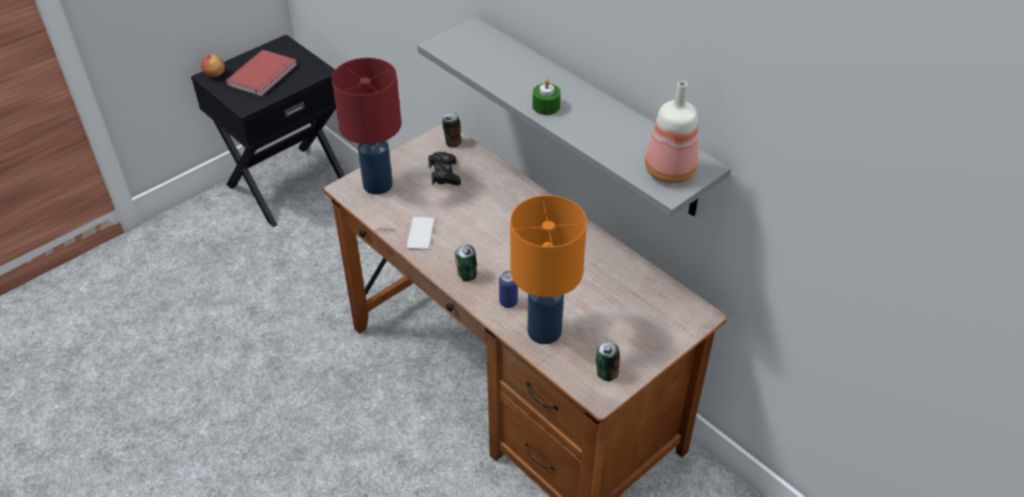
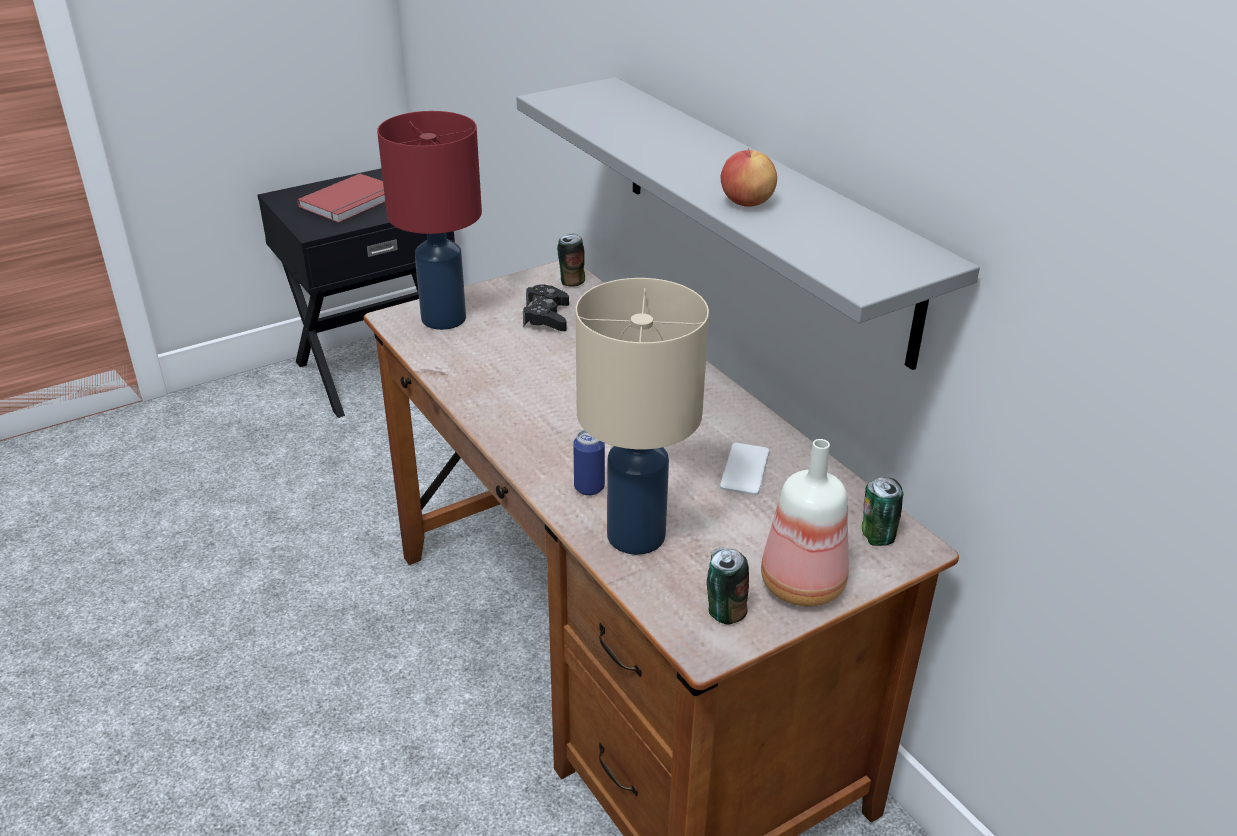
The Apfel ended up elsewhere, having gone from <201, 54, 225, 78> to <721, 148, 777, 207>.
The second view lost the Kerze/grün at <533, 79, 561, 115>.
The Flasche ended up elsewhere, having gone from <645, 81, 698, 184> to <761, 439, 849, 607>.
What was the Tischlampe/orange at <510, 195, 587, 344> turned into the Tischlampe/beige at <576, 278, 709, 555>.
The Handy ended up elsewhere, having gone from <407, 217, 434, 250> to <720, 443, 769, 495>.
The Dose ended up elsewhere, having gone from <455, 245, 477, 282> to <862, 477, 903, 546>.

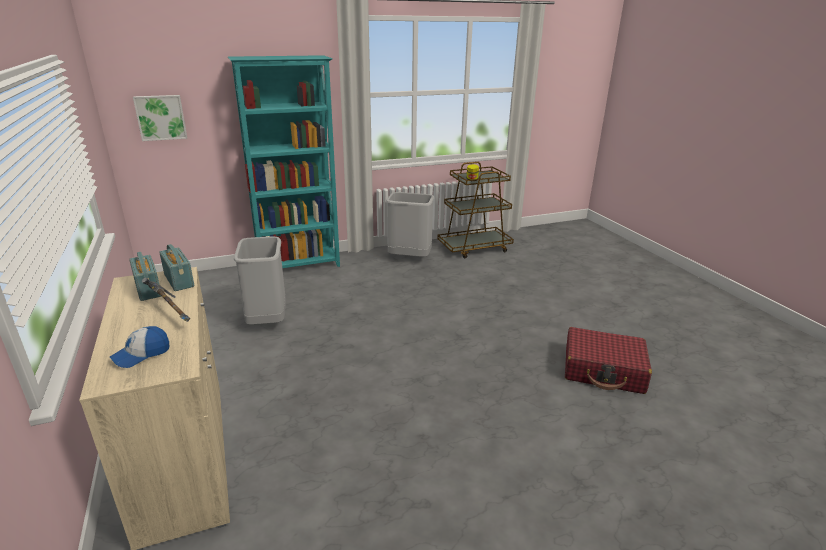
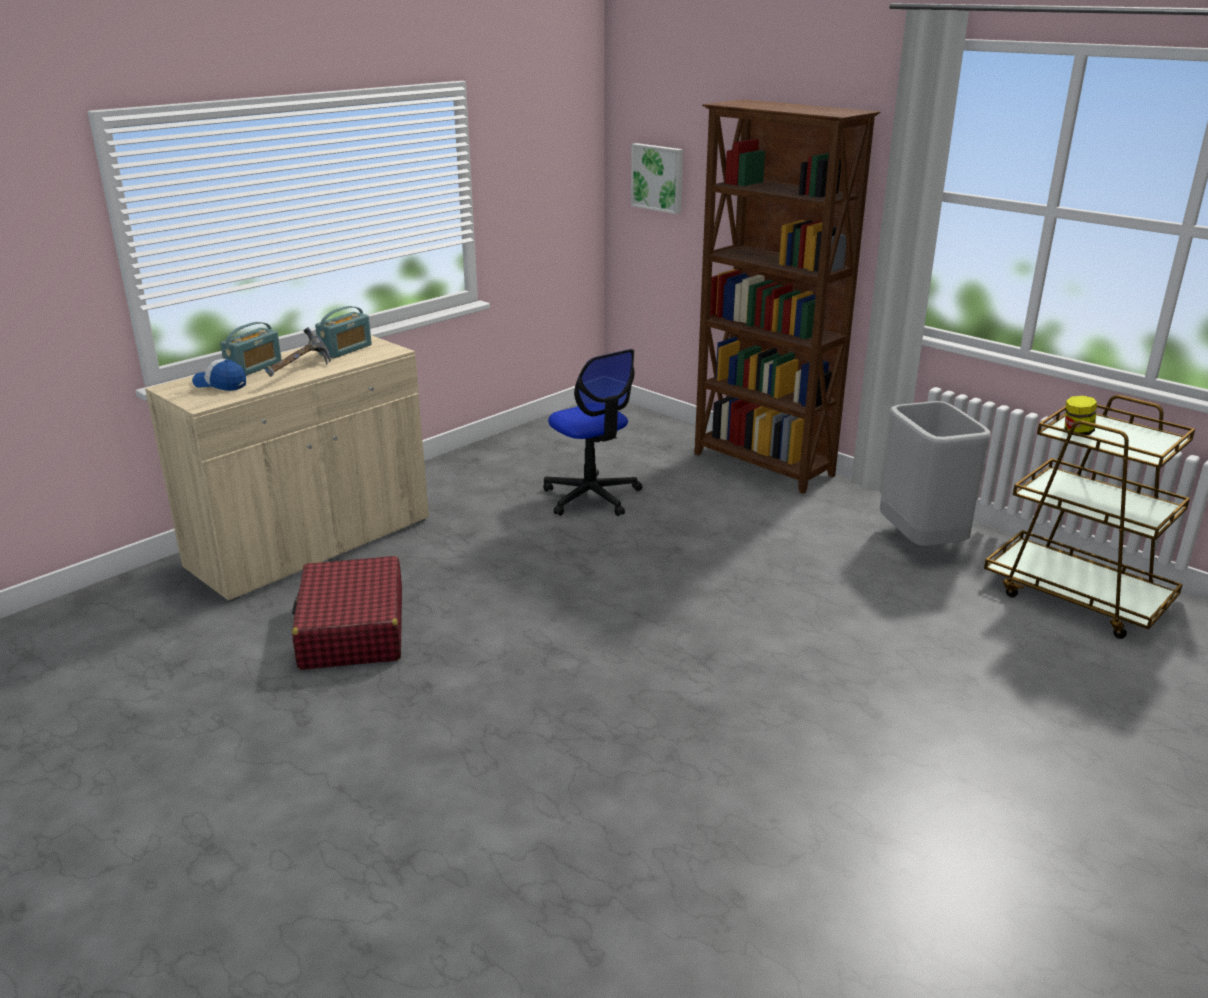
What was the Bücherregal/türkis at <228, 55, 340, 268> turned into the Bücherregal/braun at <694, 99, 880, 494>.
Where the Mülleimer/grau stood at <234, 236, 286, 325>, the Bürostuhl came to stand at <543, 349, 643, 516>.
The Radio ended up elsewhere, having gone from <159, 244, 194, 291> to <220, 322, 282, 376>.
The Koffer/rot ended up elsewhere, having gone from <565, 327, 652, 394> to <292, 556, 402, 670>.

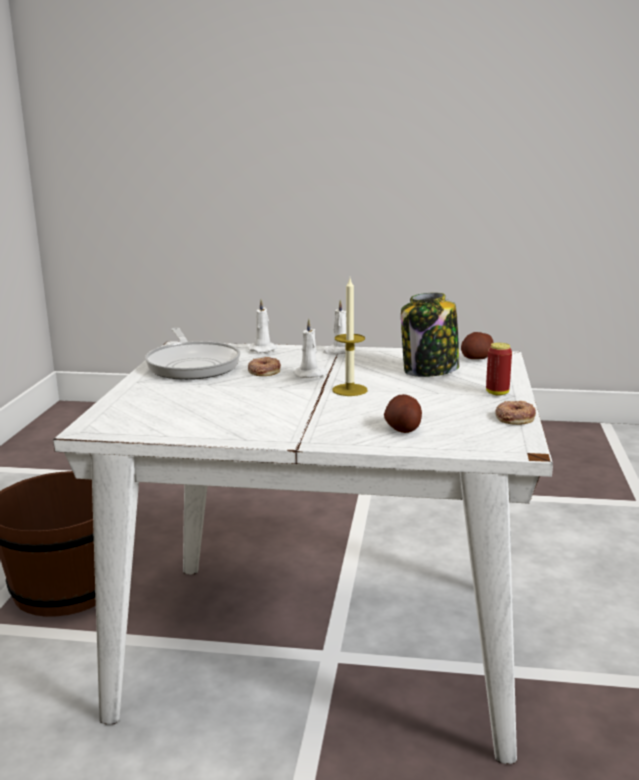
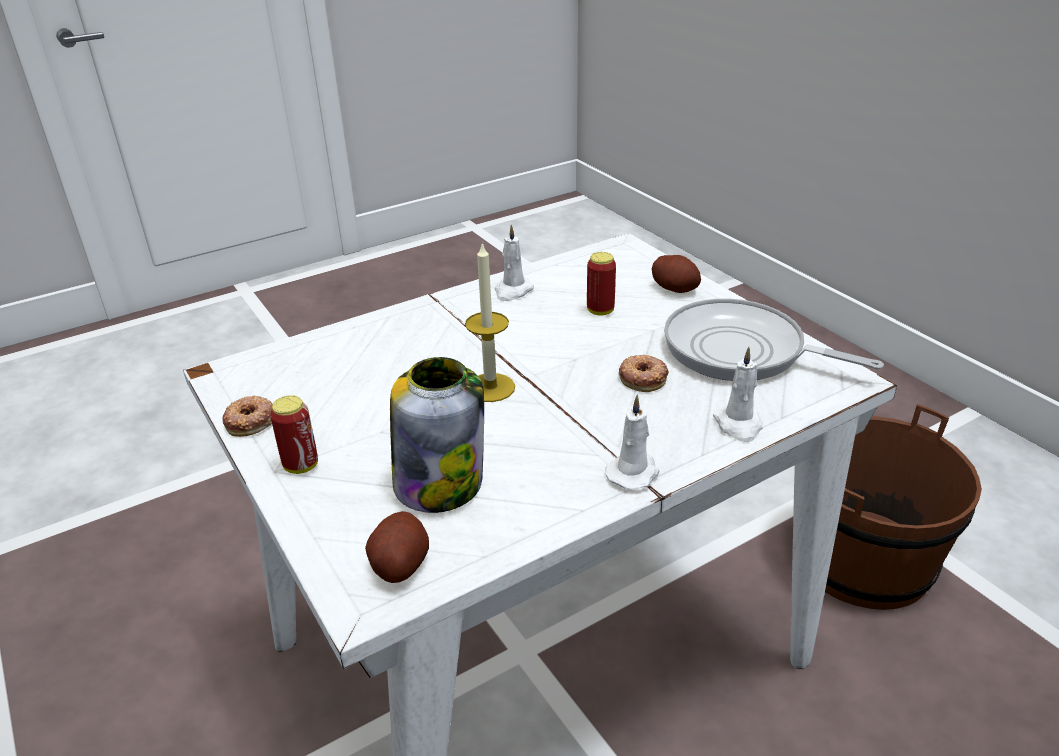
The Kerze/weiß ended up elsewhere, having gone from <293, 319, 328, 378> to <495, 224, 534, 301>.
The Kartoffel ended up elsewhere, having gone from <384, 394, 422, 433> to <652, 255, 701, 293>.
The second view gained the Dose at <587, 252, 616, 315>.

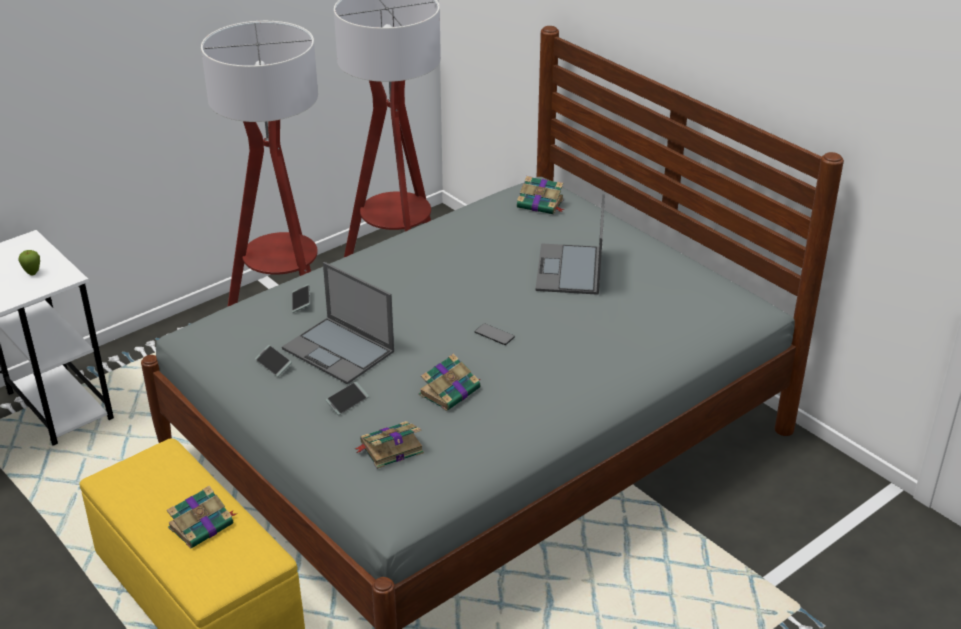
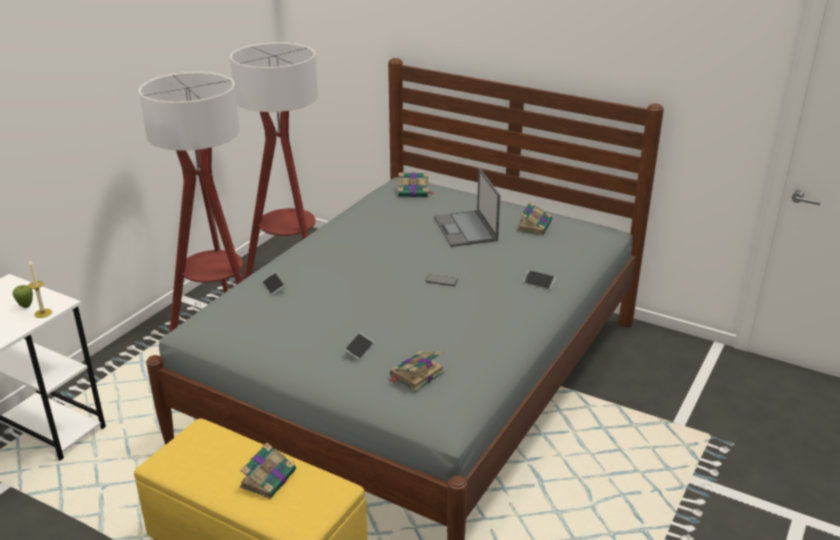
The second view lost the Laptop at <282, 262, 394, 384>.
The Handy ended up elsewhere, having gone from <255, 345, 292, 377> to <523, 270, 557, 290>.
The Buch ended up elsewhere, having gone from <419, 353, 480, 411> to <517, 202, 552, 235>.
The second view gained the Kerze at <28, 259, 52, 318>.

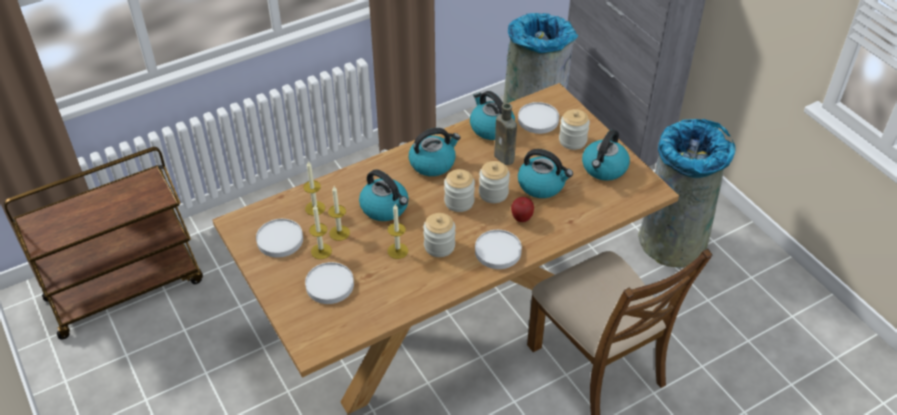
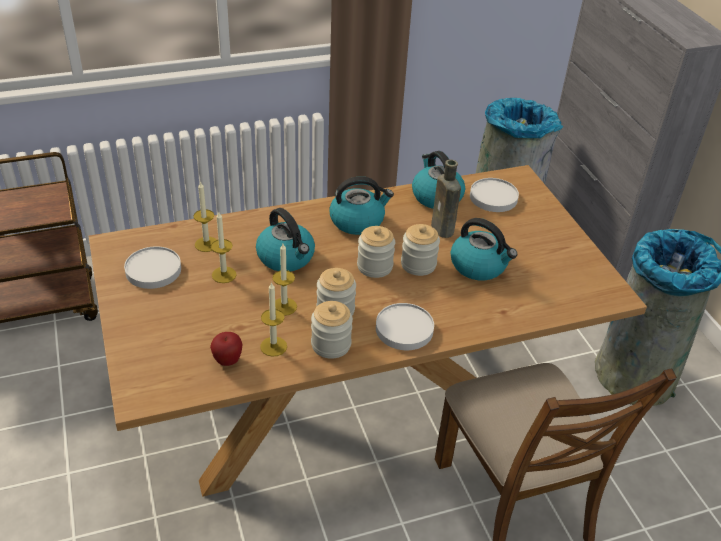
The Vorratsglas ended up elsewhere, having gone from <559, 109, 590, 150> to <311, 301, 353, 359>.
The second view lost the Wasserkessel at <582, 129, 630, 181>.
The Apfel ended up elsewhere, having gone from <511, 197, 534, 222> to <210, 332, 242, 366>.
The Kerze ended up elsewhere, having gone from <309, 205, 332, 259> to <260, 282, 287, 357>.
The second view lost the Teller/weiß at <305, 262, 354, 304>.

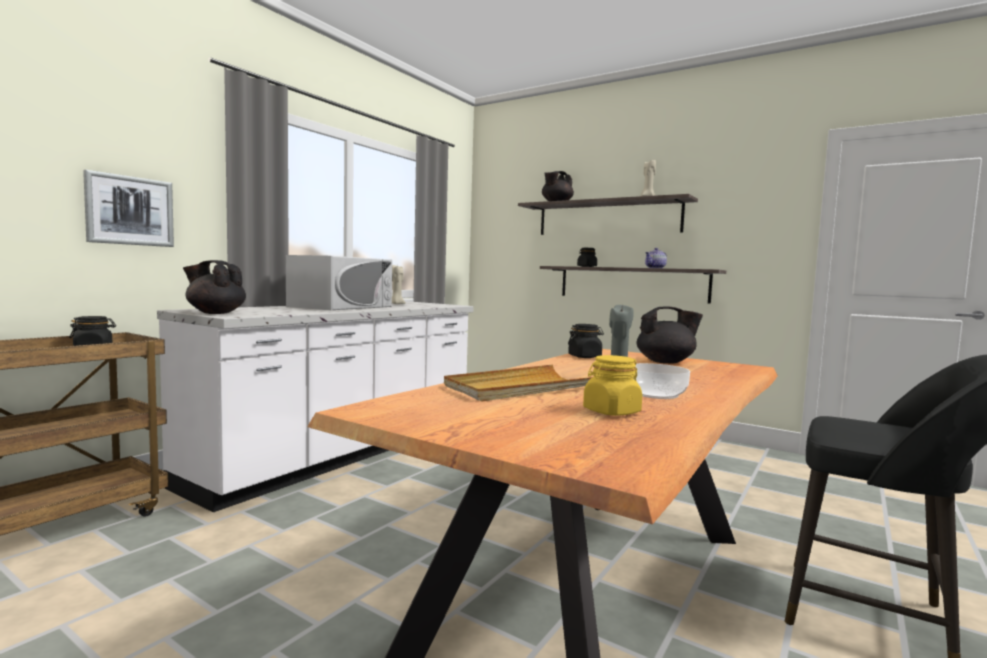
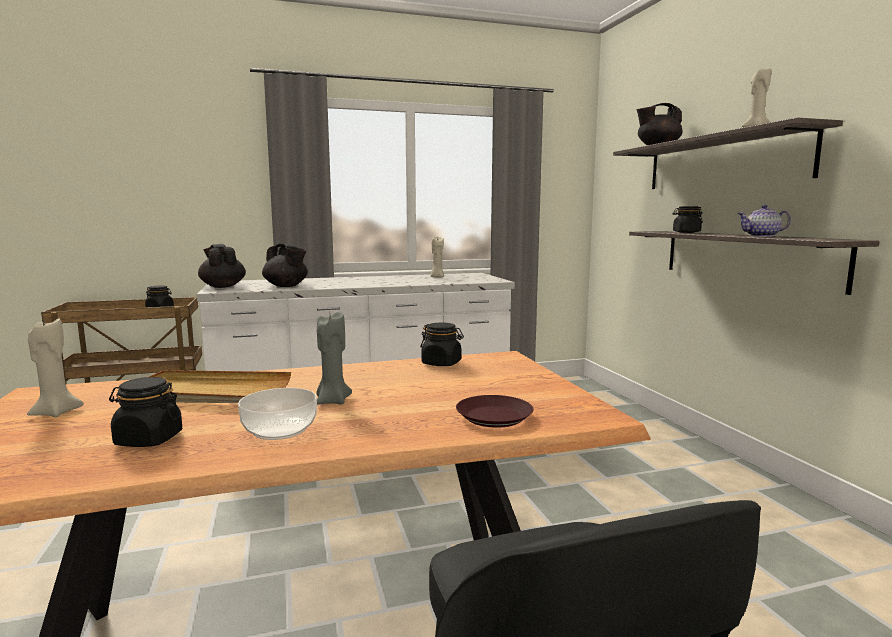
The second view lost the Bild at <83, 170, 174, 247>.
The second view lost the Mikrowelle/weiß at <286, 255, 392, 310>.
The Teekanne/schwarz ended up elsewhere, having gone from <637, 306, 703, 364> to <262, 244, 308, 287>.
What was the Vorratsglas/gelb at <583, 355, 642, 416> turned into the Vorratsglas/schwarz at <109, 377, 182, 447>.
The second view gained the Kerze/beige at <27, 318, 84, 417>.
The second view gained the Teller/braun at <456, 395, 534, 428>.

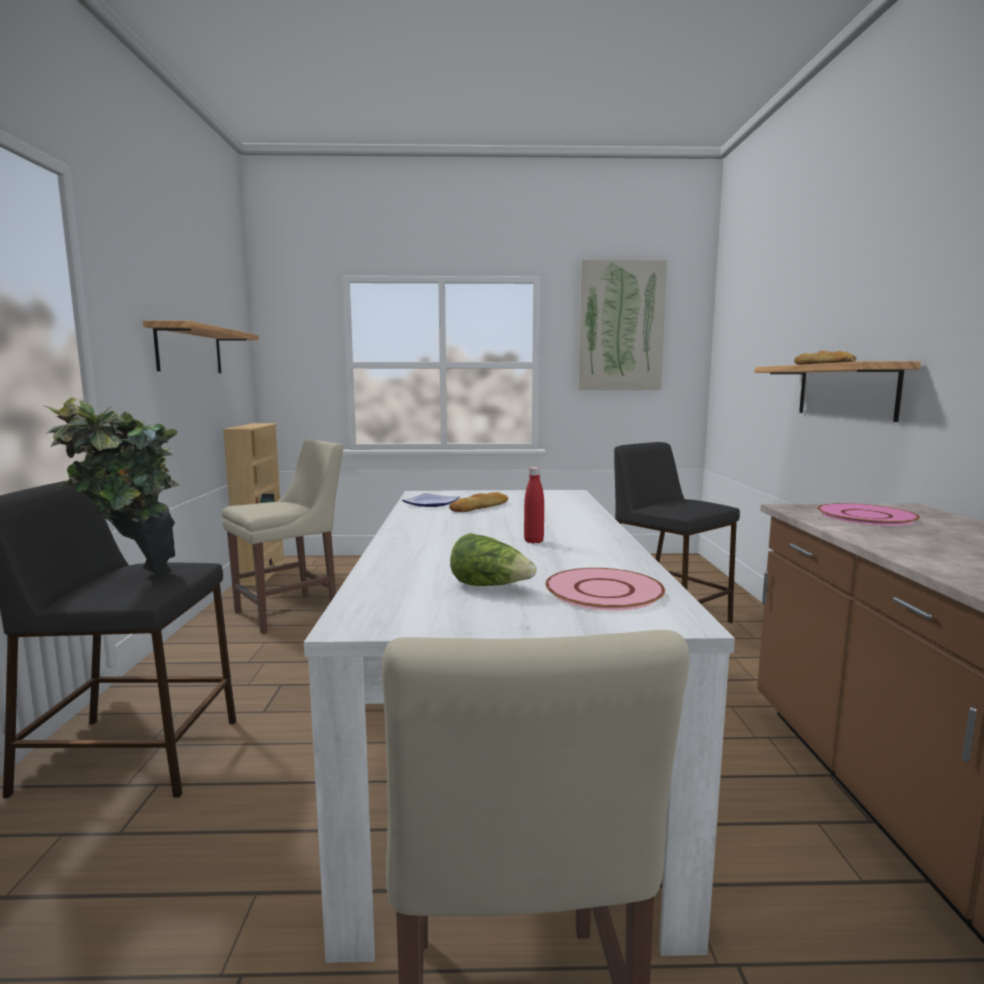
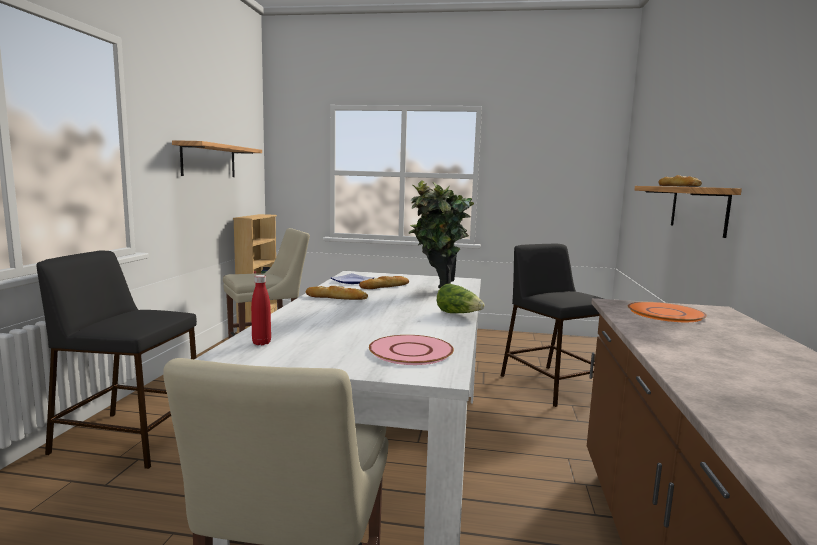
The second view lost the Bild at <578, 260, 667, 390>.
The Topfpflanze ended up elsewhere, having gone from <43, 398, 179, 575> to <408, 180, 474, 288>.
The Flasche/rot ended up elsewhere, having gone from <524, 467, 544, 543> to <251, 275, 271, 345>.
What was the Teller/rosa at <817, 503, 920, 525> turned into the Teller/orange at <628, 302, 707, 322>.
The Salatkopf ended up elsewhere, having gone from <450, 533, 537, 586> to <437, 283, 485, 313>.
The second view gained the Brot at <306, 286, 368, 300>.

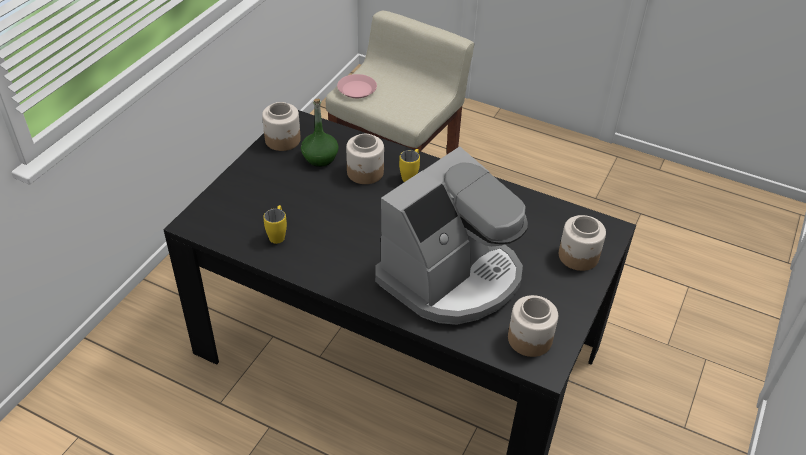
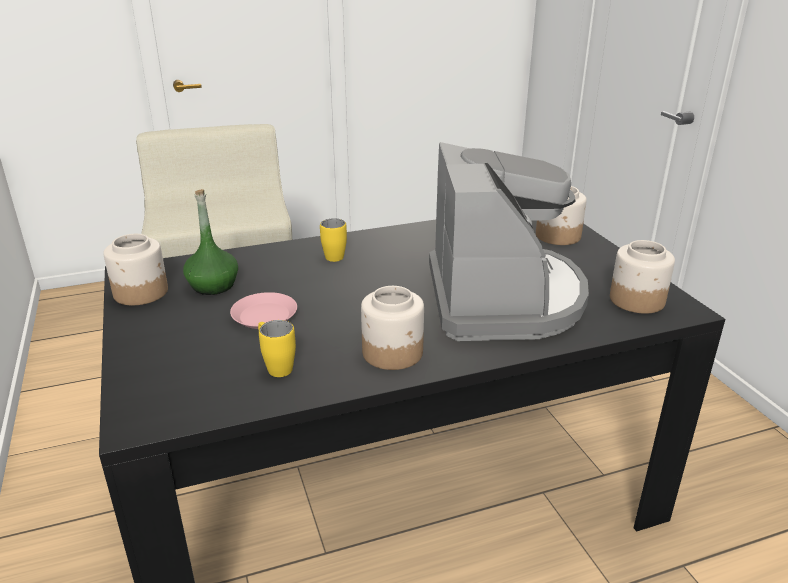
The Teller/rosa ended up elsewhere, having gone from <337, 74, 377, 98> to <230, 292, 297, 329>.
The Vorratsglas ended up elsewhere, having gone from <346, 134, 384, 184> to <361, 286, 424, 370>.

